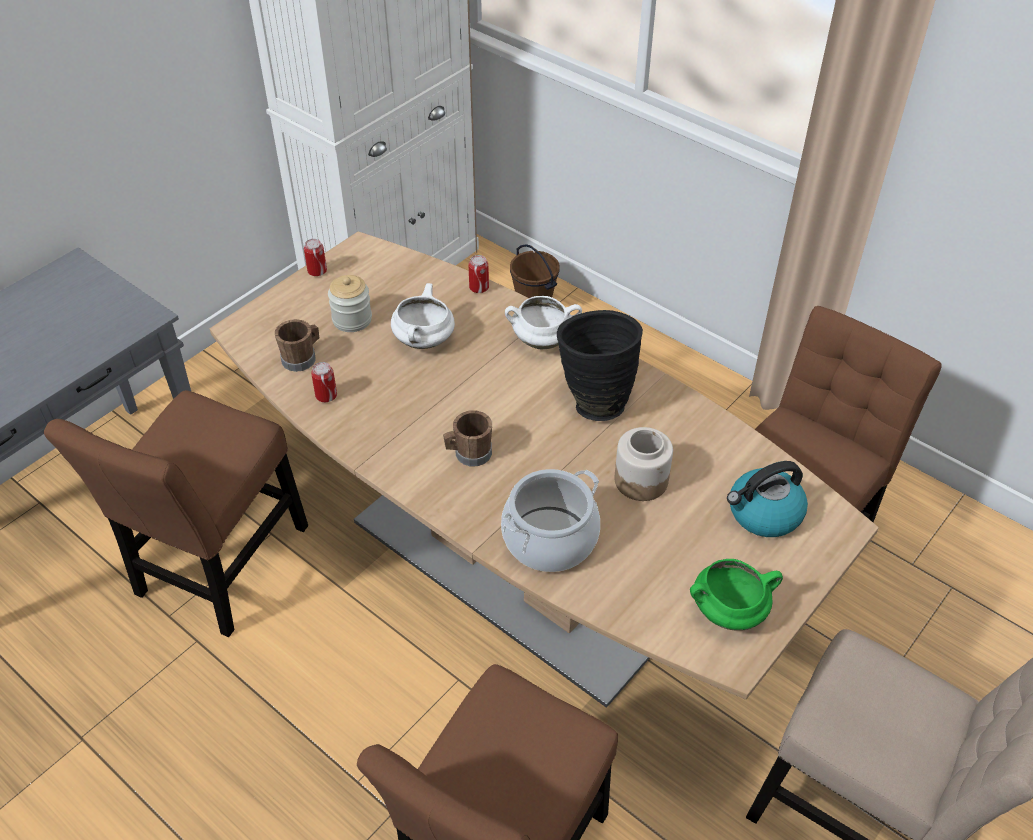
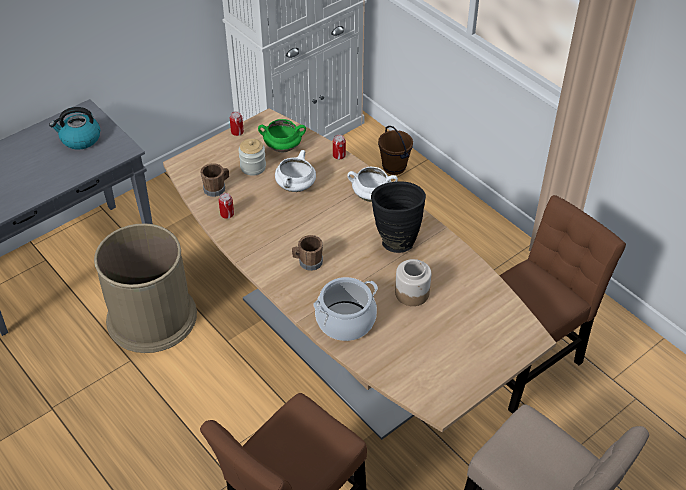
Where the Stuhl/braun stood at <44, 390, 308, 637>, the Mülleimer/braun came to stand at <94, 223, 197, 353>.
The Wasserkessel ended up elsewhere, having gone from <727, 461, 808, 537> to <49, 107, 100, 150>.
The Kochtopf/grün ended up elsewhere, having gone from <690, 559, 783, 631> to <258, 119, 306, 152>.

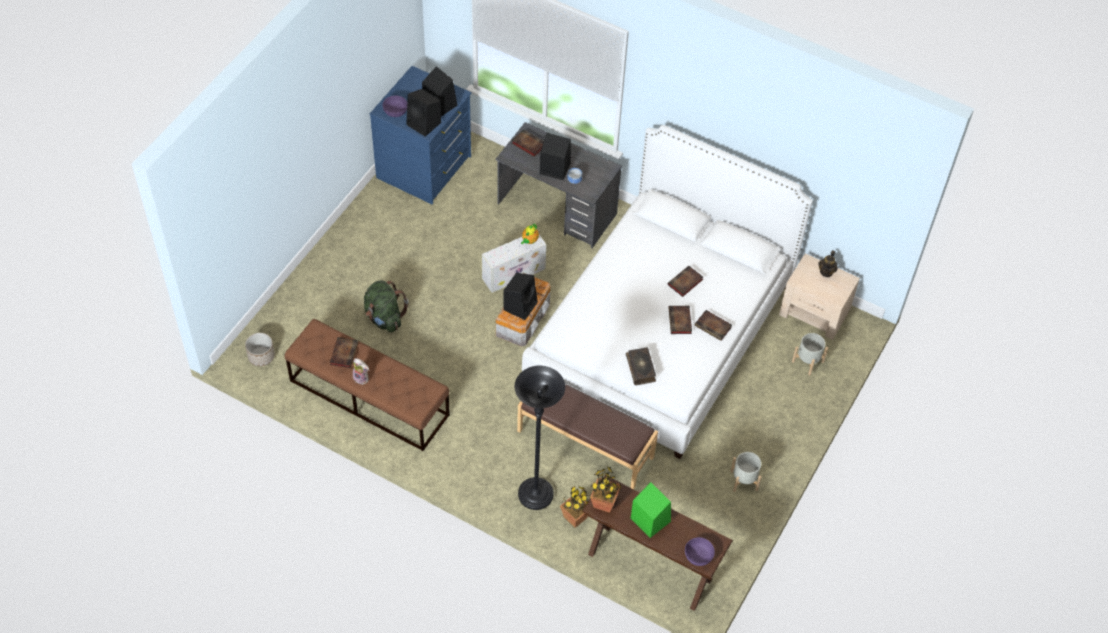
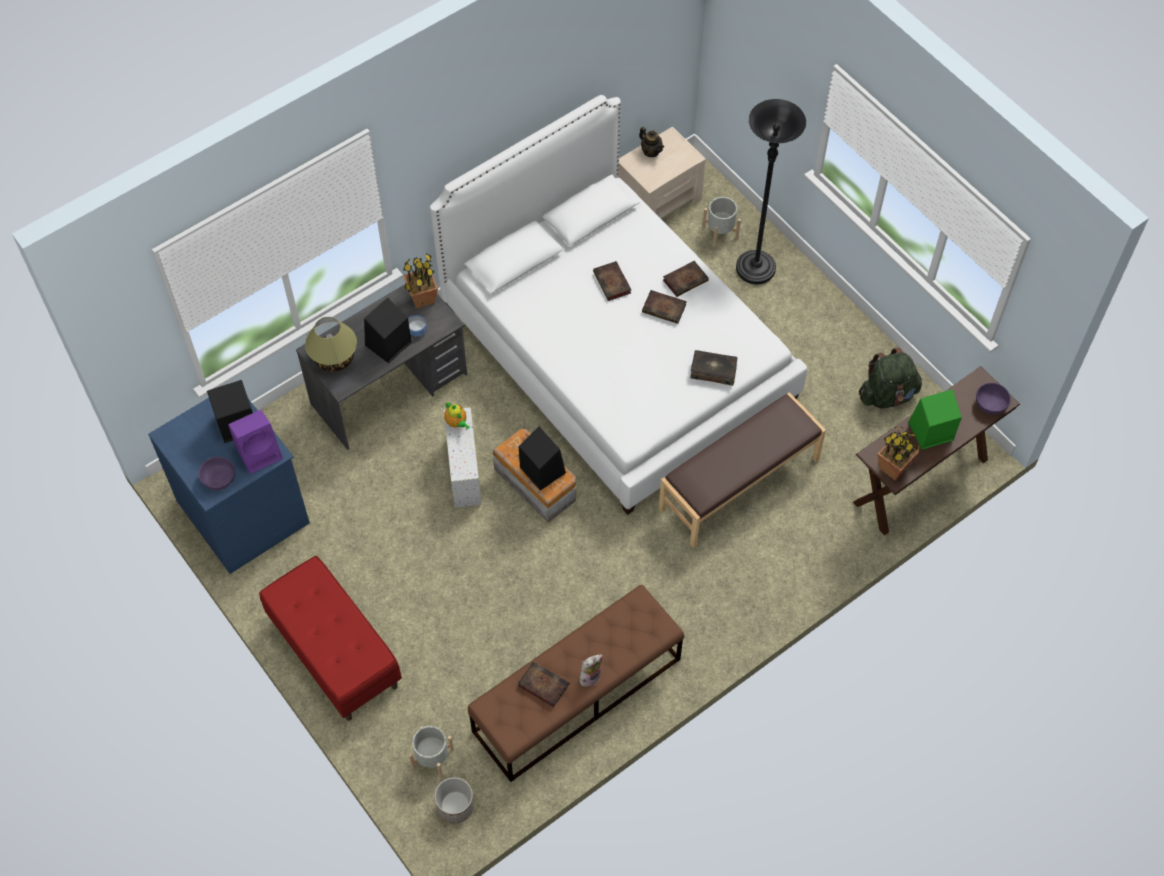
What was the Lautsprecher/schwarz at <406, 89, 441, 137> turned into the Lautsprecher/lila at <228, 410, 283, 474>.
Where the Buch stood at <512, 129, 544, 157>, the Tischlampe came to stand at <305, 317, 357, 372>.
The Rucksack/grün ended up elsewhere, having gone from <364, 280, 409, 333> to <859, 348, 922, 408>.
The Stehlampe/schwarz ended up elsewhere, having gone from <515, 365, 565, 510> to <736, 99, 806, 284>.
The Pflanzkübel/grau ended up elsewhere, having gone from <730, 452, 762, 492> to <409, 726, 454, 778>.
The Topfpflanze ended up elsewhere, having gone from <560, 486, 588, 528> to <403, 253, 438, 309>.
The second view gained the Bank/rot at <259, 556, 402, 721>.

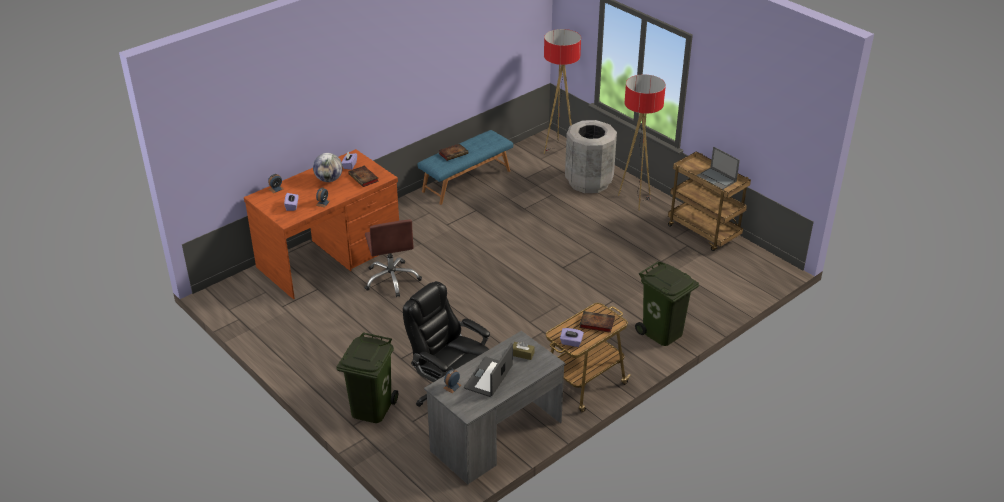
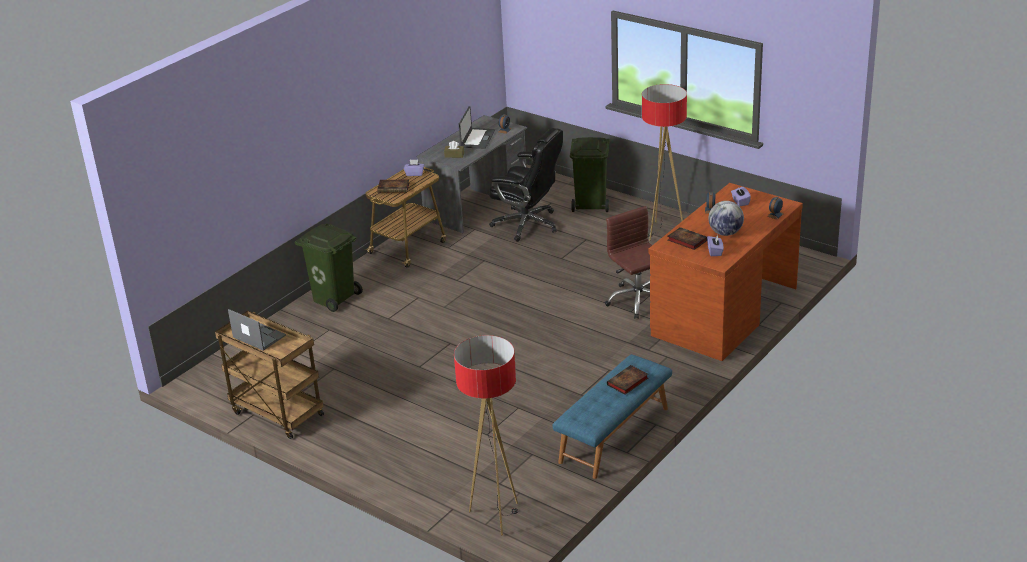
The Stehlampe ended up elsewhere, having gone from <618, 75, 666, 211> to <642, 84, 687, 241>.
The second view lost the Mülleimer/grau at <565, 120, 617, 193>.

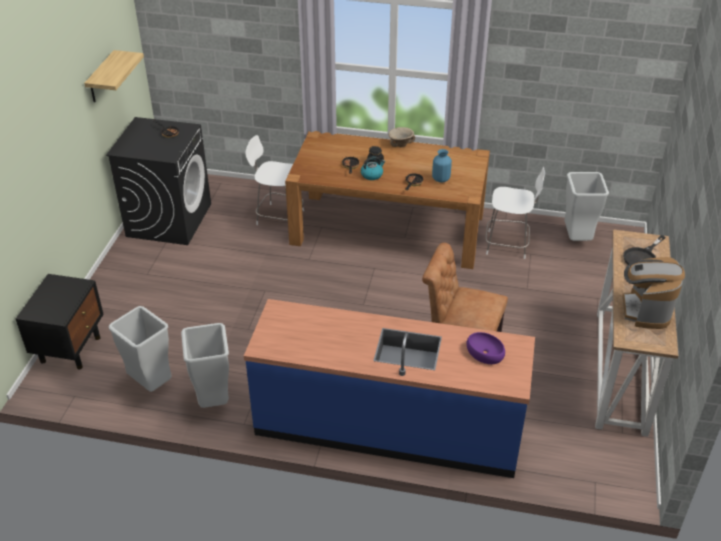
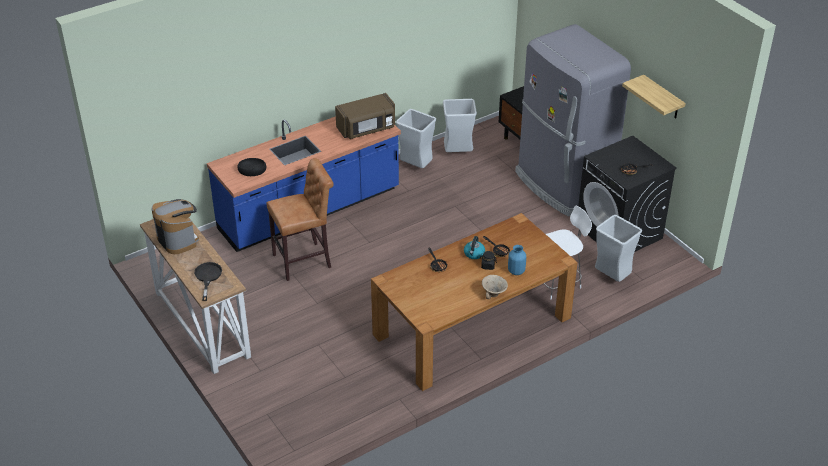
The Vase/blau ended up elsewhere, having gone from <432, 149, 452, 183> to <508, 245, 526, 275>.
The second view lost the Stuhl/weiß at <485, 167, 545, 259>.
The Mülleimer/grau ended up elsewhere, having gone from <564, 172, 609, 241> to <595, 215, 642, 282>.
What was the Schüssel/lila at <466, 332, 505, 364> turned into the Schüssel/schwarz at <237, 158, 266, 176>.
The second view gained the Kühlschrank/grau at <515, 24, 631, 216>.
The second view gained the Mikrowelle/braun at <335, 93, 395, 139>.

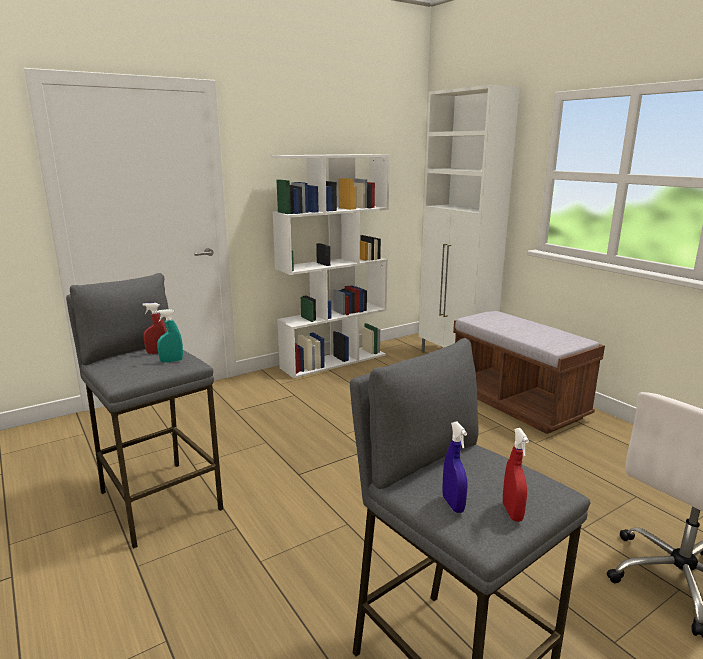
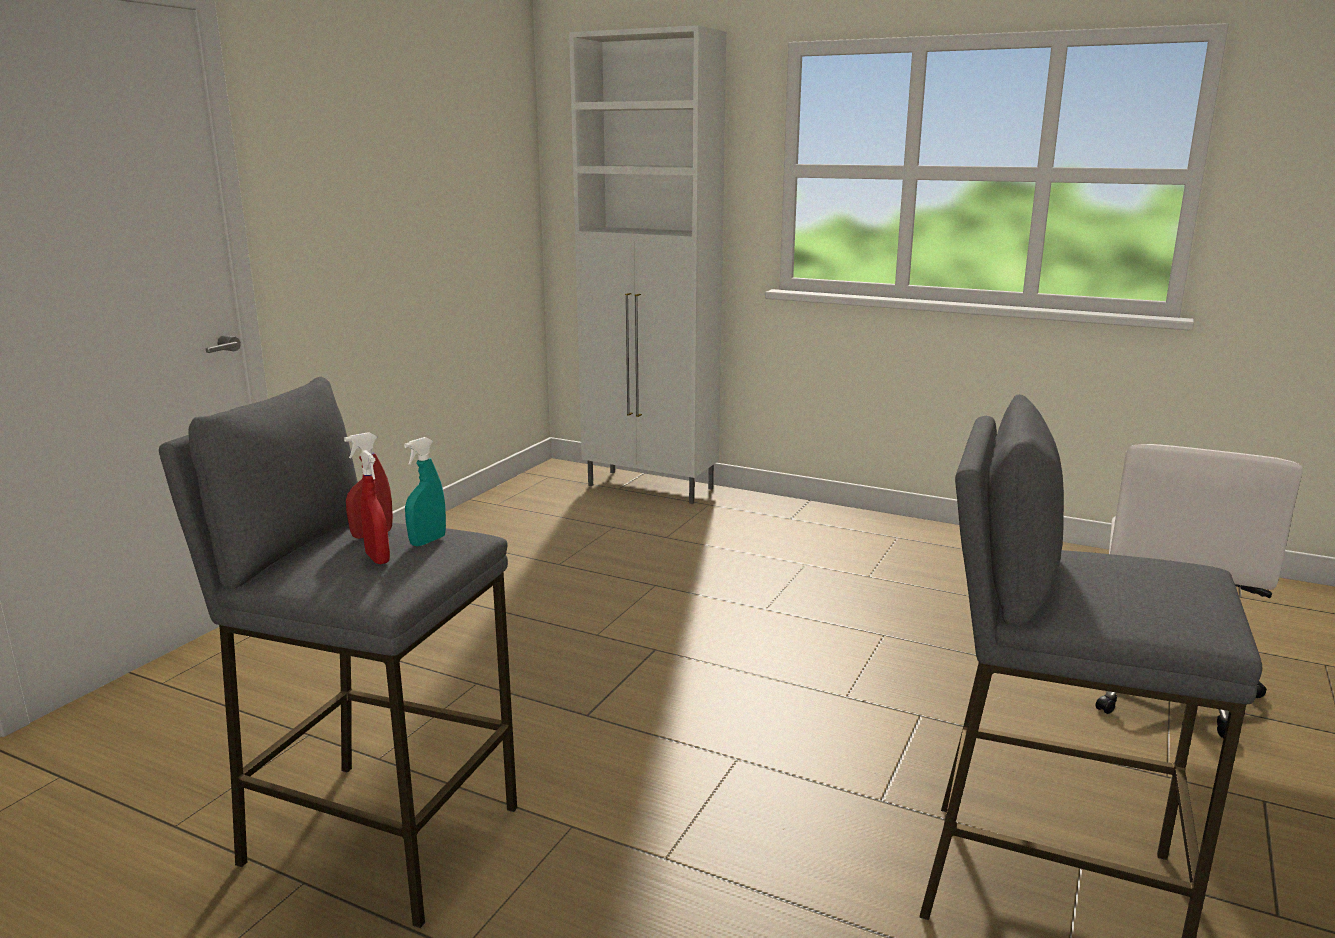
The second view lost the Bücherregal/weiß at <270, 154, 390, 378>.
The second view lost the Bank/braun at <453, 311, 605, 434>.
The second view lost the Sprühflasche/blau at <442, 421, 468, 513>.
The Sprühflasche/rot ended up elsewhere, having gone from <503, 428, 529, 522> to <360, 450, 390, 564>.

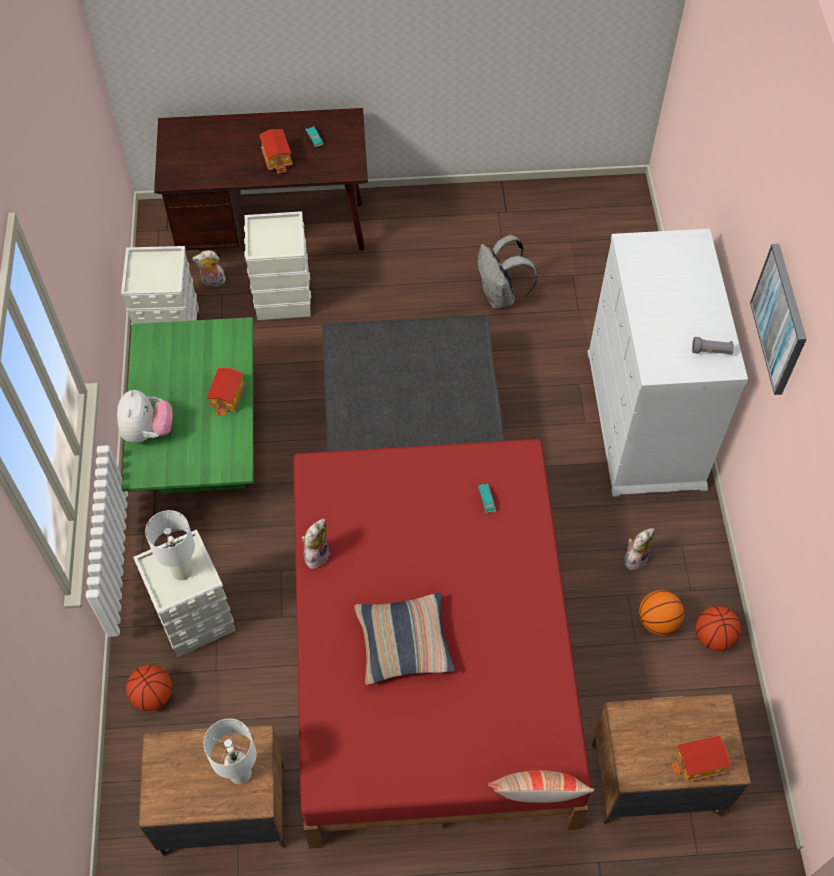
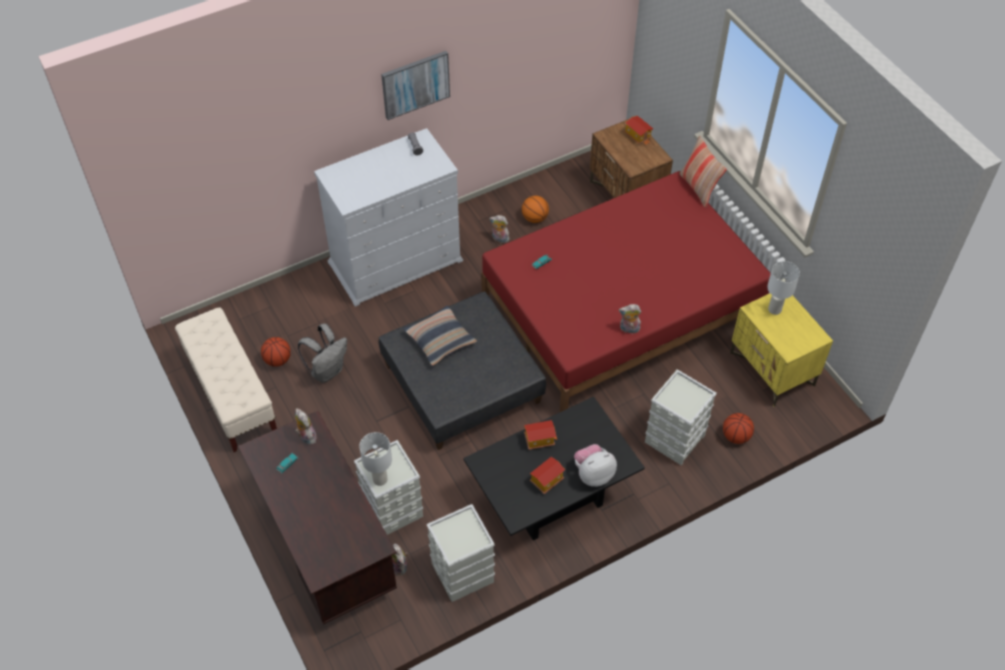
The Spielzeughaus ended up elsewhere, having gone from <260, 129, 293, 174> to <530, 457, 565, 494>.
What was the Couchtisch/grün at <122, 317, 253, 493> turned into the Couchtisch/schwarz at <463, 396, 645, 540>.
The Tischlampe/weiß ended up elsewhere, having gone from <145, 510, 195, 580> to <359, 432, 392, 486>.
The Kissen ended up elsewhere, having gone from <354, 593, 455, 685> to <403, 306, 477, 366>.
The Basketball ended up elsewhere, having gone from <696, 606, 741, 651> to <261, 337, 291, 367>.
What was the Nachttisch/braun at <139, 725, 285, 856> turned into the Nachttisch/gelb at <730, 293, 833, 407>.
The second view gained the Bank/beige at <175, 307, 277, 452>.
The second view gained the Plüschtier at <295, 408, 317, 445>.

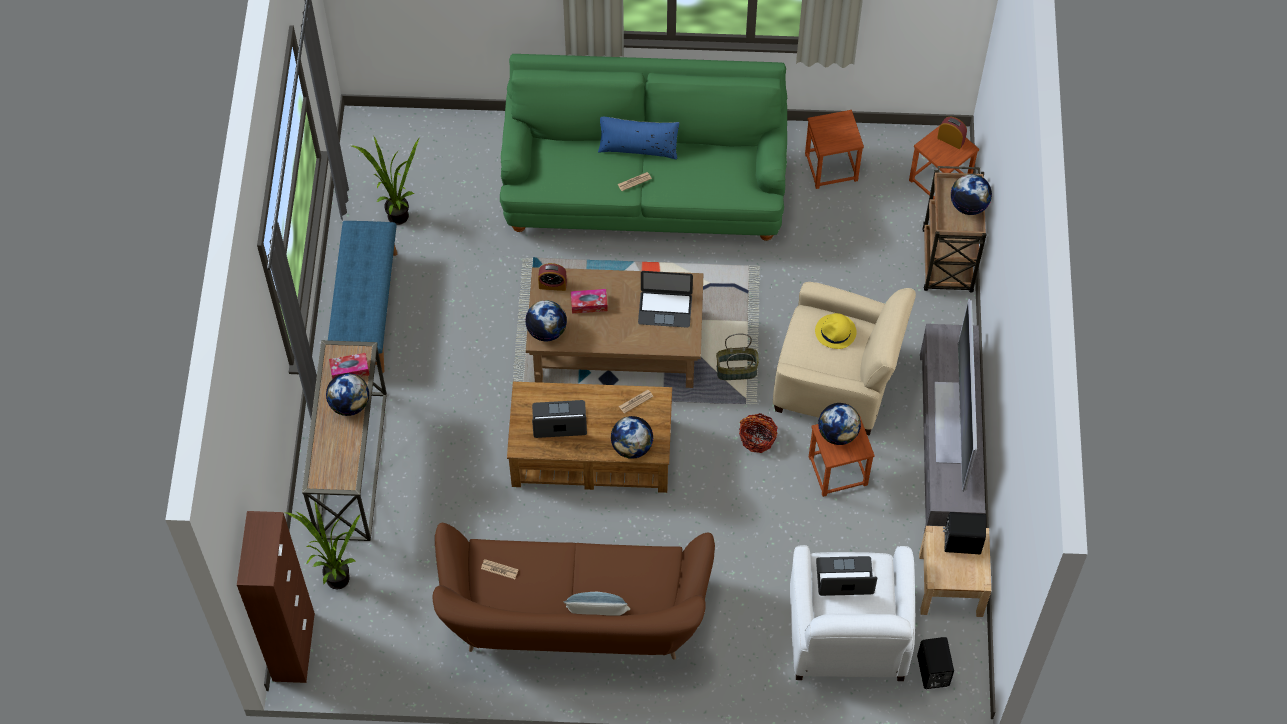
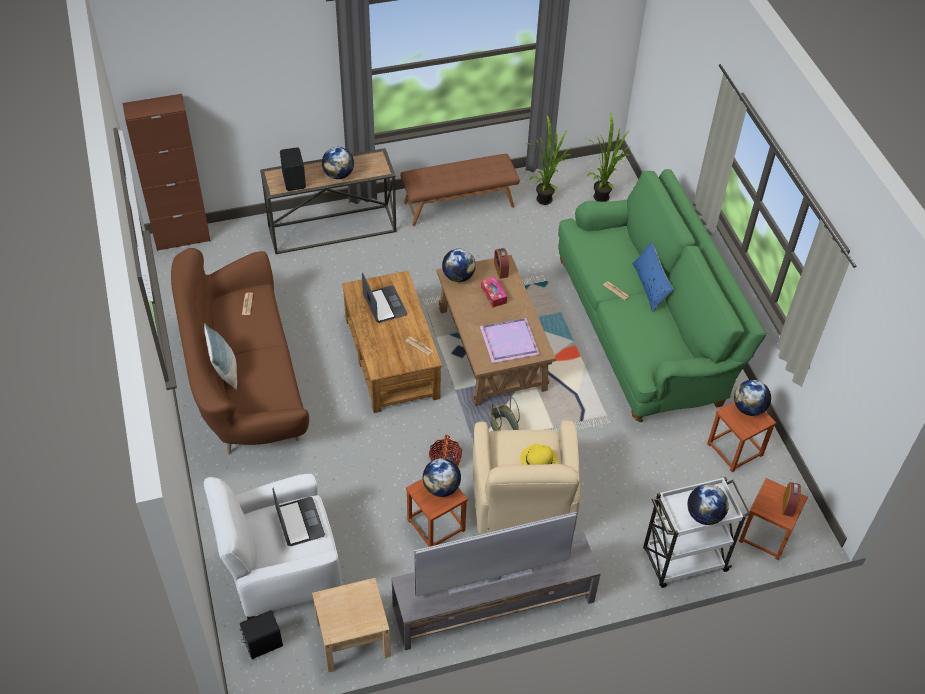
What was the Rollwagen/braun at <922, 166, 986, 292> turned into the Rollwagen/weiß at <643, 477, 750, 588>.
What was the Bank/blau at <328, 221, 397, 373> turned into the Bank/braun at <400, 154, 520, 226>.
Where the Laptop stood at <638, 271, 693, 328>, the Tablett/lila came to stand at <480, 318, 540, 363>.
The second view lost the Taschentuchbox at <329, 353, 369, 379>.
The Globus ended up elsewhere, having gone from <611, 416, 653, 459> to <734, 380, 771, 416>.
The Topfpflanze ended up elsewhere, having gone from <284, 502, 361, 589> to <584, 113, 630, 202>.
The Lautsprecher/schwarz ended up elsewhere, having gone from <943, 512, 986, 554> to <280, 147, 306, 191>.

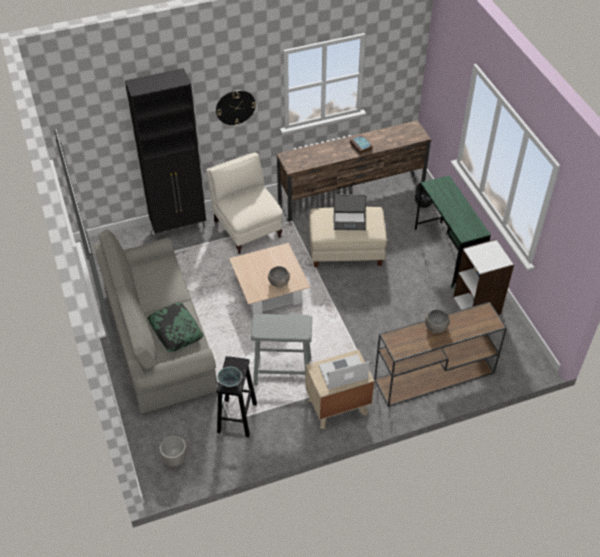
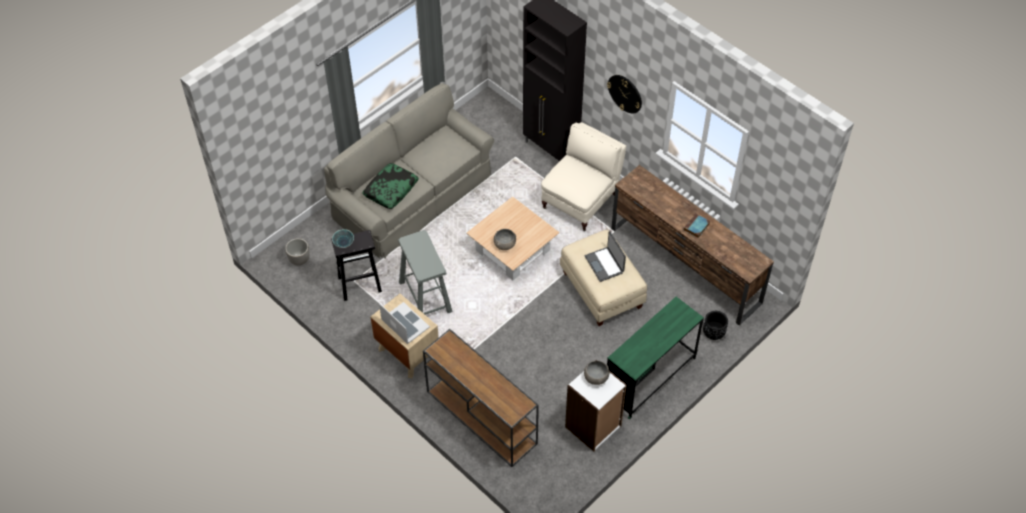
The Schüssel/grau ended up elsewhere, having gone from <425, 309, 450, 333> to <584, 361, 610, 385>.

